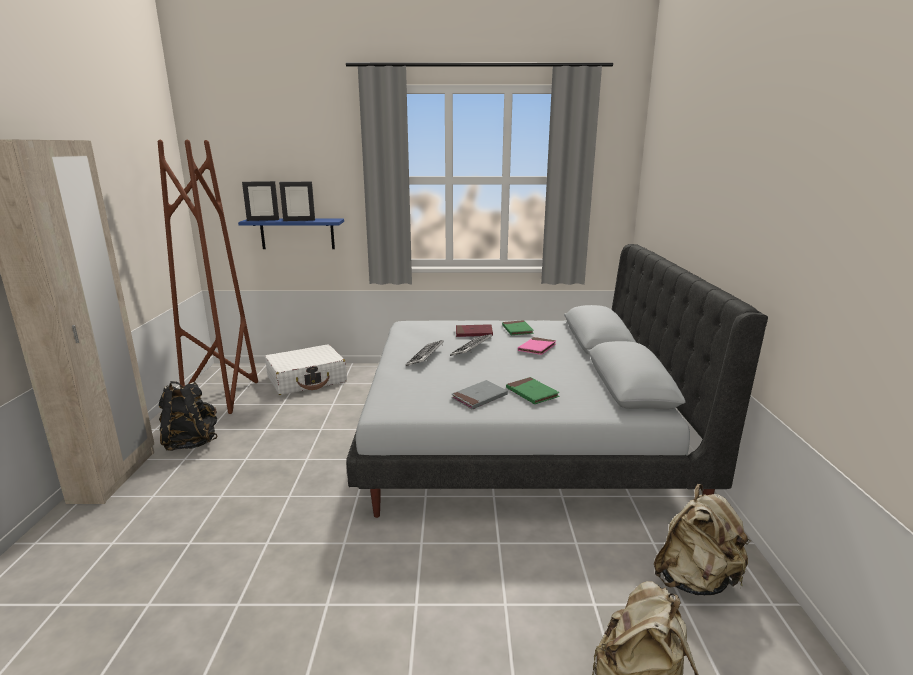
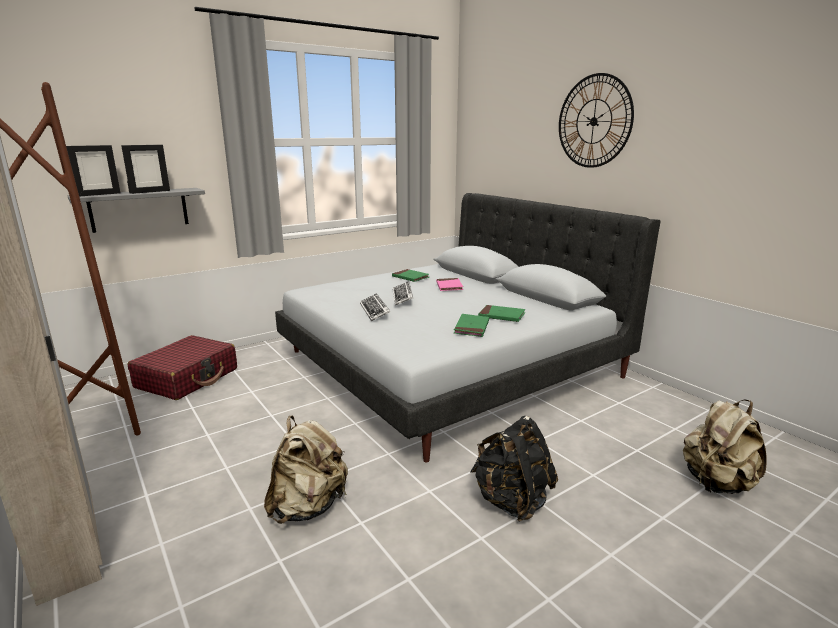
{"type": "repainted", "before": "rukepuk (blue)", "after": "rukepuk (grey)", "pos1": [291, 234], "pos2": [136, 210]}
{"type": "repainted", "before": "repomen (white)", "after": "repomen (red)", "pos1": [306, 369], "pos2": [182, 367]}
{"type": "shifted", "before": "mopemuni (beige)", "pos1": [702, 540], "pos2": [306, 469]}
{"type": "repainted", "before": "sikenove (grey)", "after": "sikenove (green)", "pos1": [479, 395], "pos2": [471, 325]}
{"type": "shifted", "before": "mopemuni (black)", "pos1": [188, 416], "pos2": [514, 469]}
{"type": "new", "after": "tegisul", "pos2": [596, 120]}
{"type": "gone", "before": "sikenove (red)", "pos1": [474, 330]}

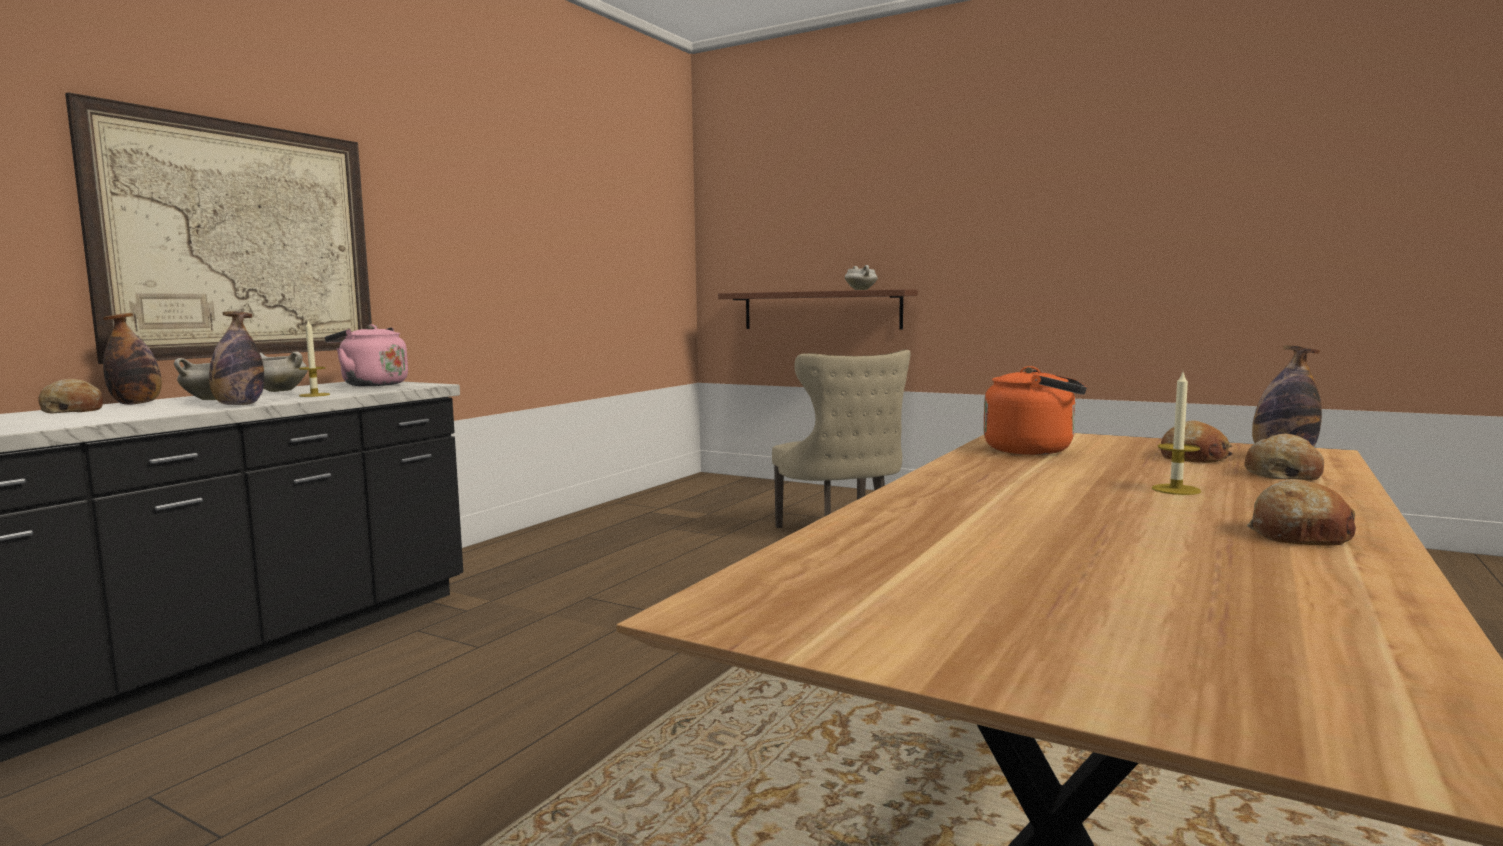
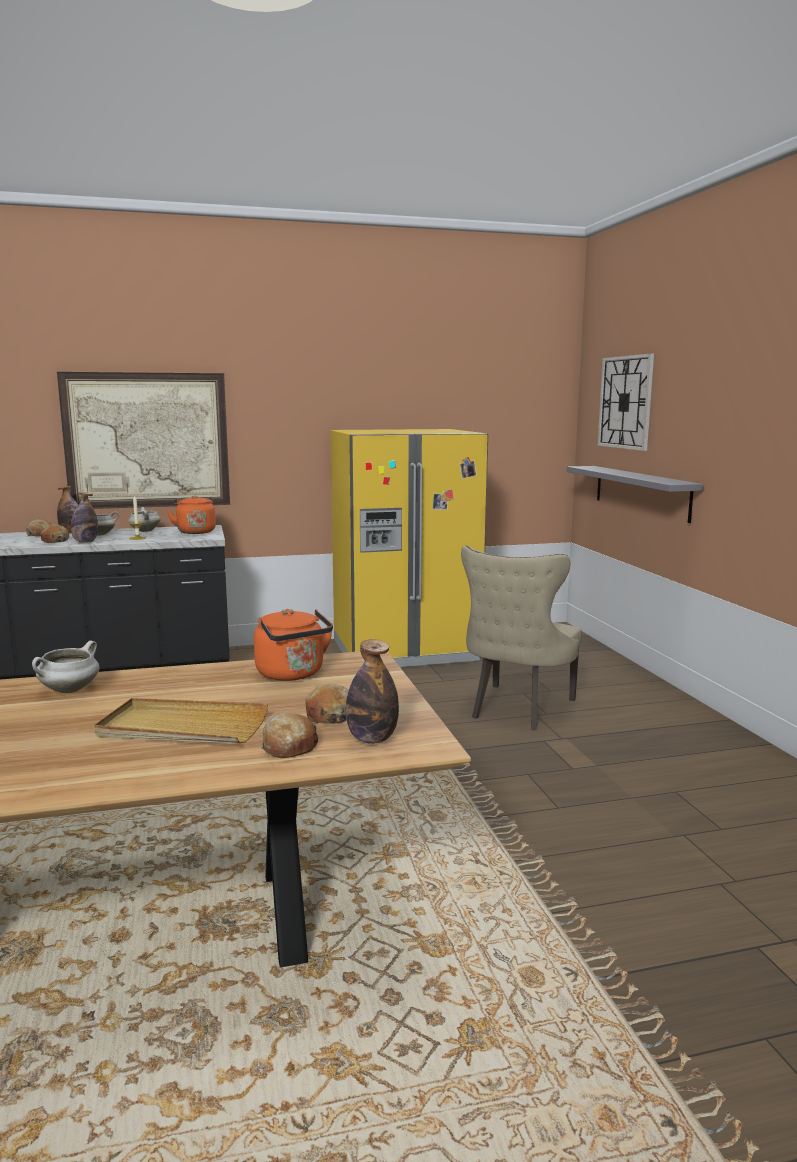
{"type": "shifted", "before": "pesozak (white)", "pos1": [861, 277], "pos2": [66, 667]}
{"type": "shifted", "before": "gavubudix", "pos1": [1301, 512], "pos2": [55, 533]}
{"type": "swapped", "before": "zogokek", "after": "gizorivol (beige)", "pos1": [1176, 433], "pos2": [181, 720]}
{"type": "repainted", "before": "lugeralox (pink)", "after": "lugeralox (orange)", "pos1": [366, 355], "pos2": [191, 514]}
{"type": "new", "after": "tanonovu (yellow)", "pos2": [409, 548]}
{"type": "repainted", "before": "rukepuk (brown)", "after": "rukepuk (grey)", "pos1": [817, 309], "pos2": [635, 494]}
{"type": "new", "after": "tegisul", "pos2": [625, 402]}

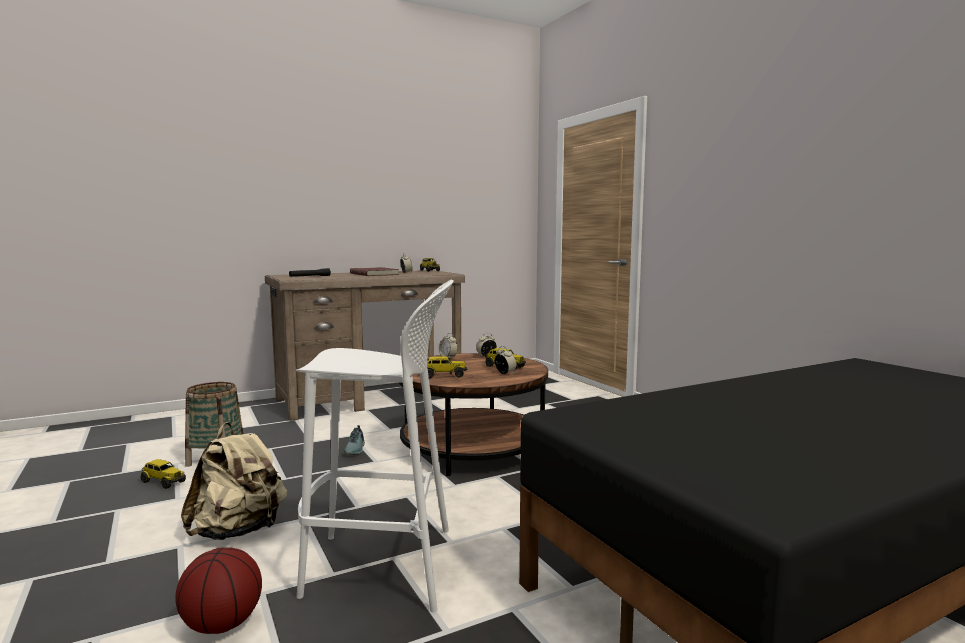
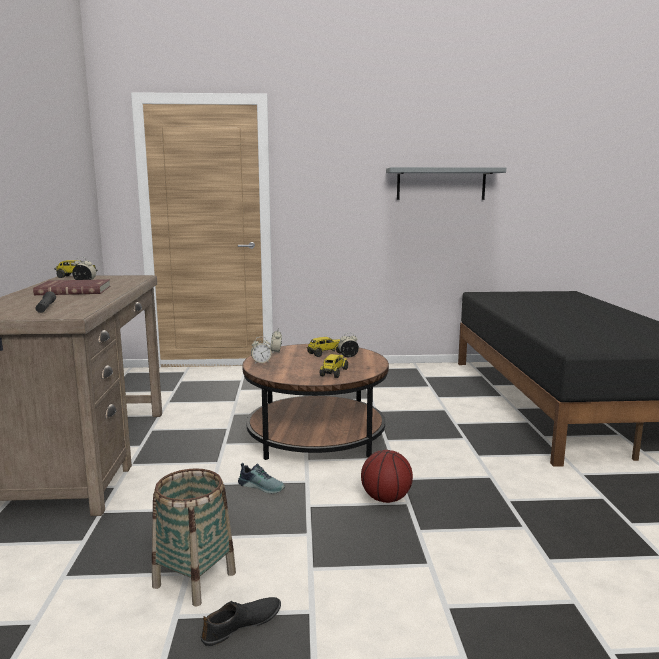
{"type": "swapped", "before": "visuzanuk", "after": "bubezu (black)", "pos1": [163, 474], "pos2": [241, 621]}
{"type": "shifted", "before": "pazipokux", "pos1": [218, 590], "pos2": [387, 476]}
{"type": "new", "after": "rukepuk (grey)", "pos2": [446, 183]}
{"type": "gone", "before": "mopemuni (beige)", "pos1": [234, 481]}
{"type": "gone", "before": "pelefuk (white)", "pos1": [375, 446]}

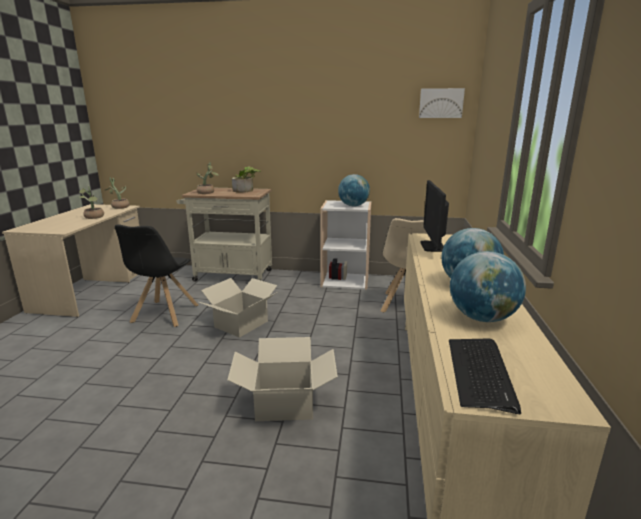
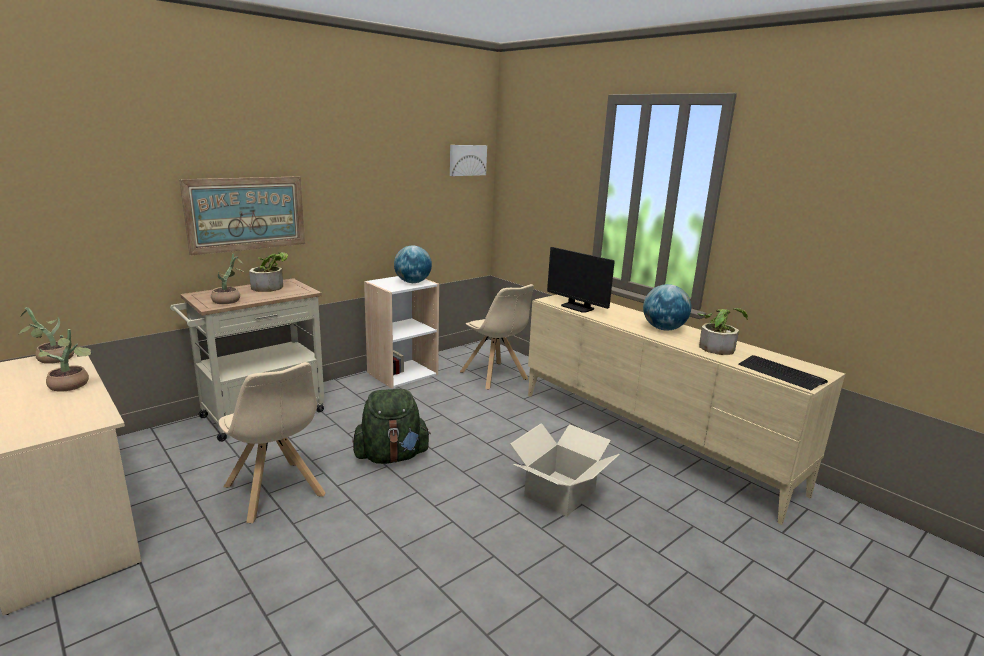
{"type": "new", "after": "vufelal", "pos2": [242, 216]}
{"type": "repainted", "before": "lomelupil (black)", "after": "lomelupil (beige)", "pos1": [156, 275], "pos2": [272, 443]}
{"type": "swapped", "before": "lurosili", "after": "mopemuni (green)", "pos1": [238, 308], "pos2": [391, 426]}
{"type": "swapped", "before": "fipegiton", "after": "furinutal", "pos1": [488, 286], "pos2": [722, 331]}

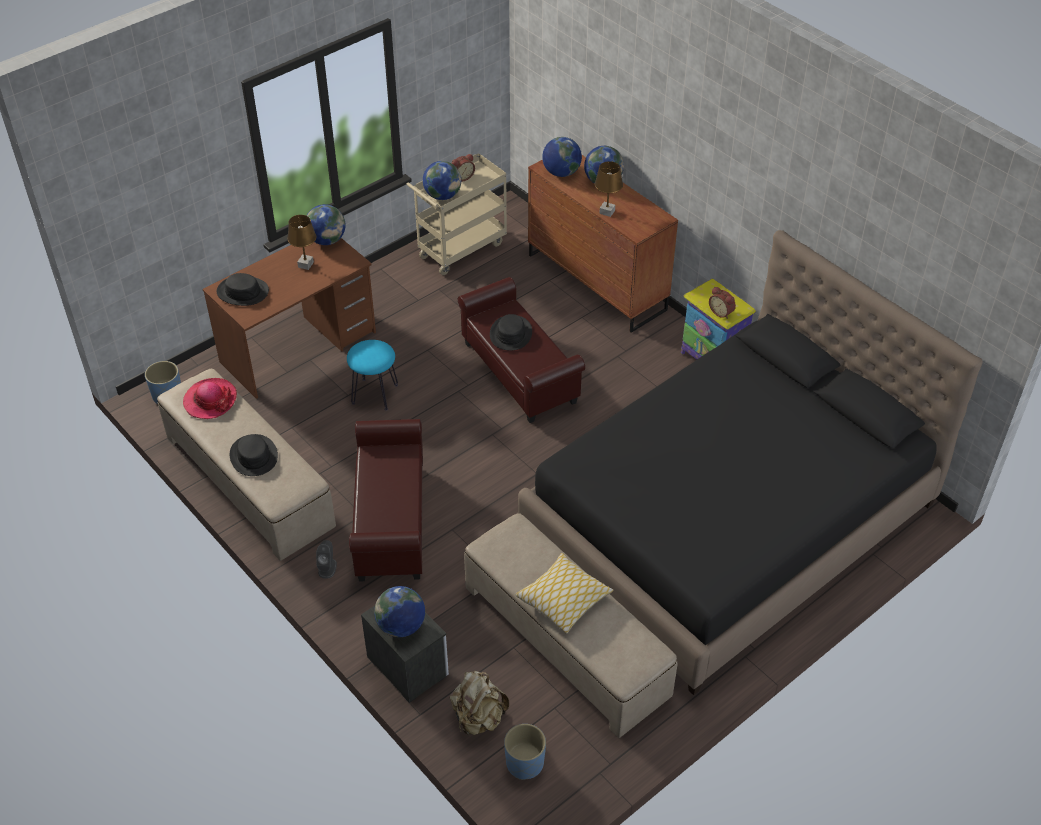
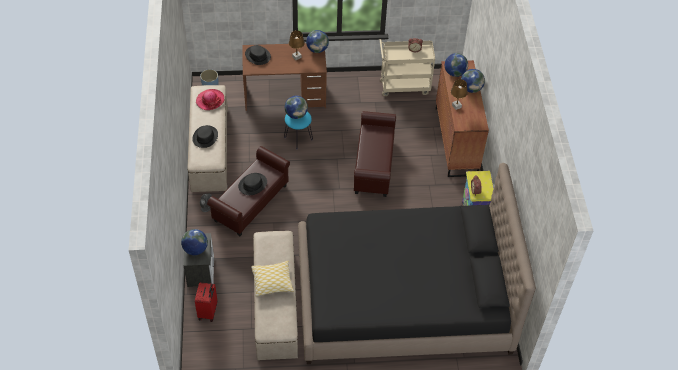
{"type": "swapped", "before": "mopemuni (beige)", "after": "repomen (red)", "pos1": [479, 703], "pos2": [206, 302]}
{"type": "shifted", "before": "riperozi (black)", "pos1": [511, 332], "pos2": [252, 184]}
{"type": "shifted", "before": "fipegiton", "pos1": [442, 180], "pos2": [296, 107]}
{"type": "gone", "before": "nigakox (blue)", "pos1": [525, 752]}

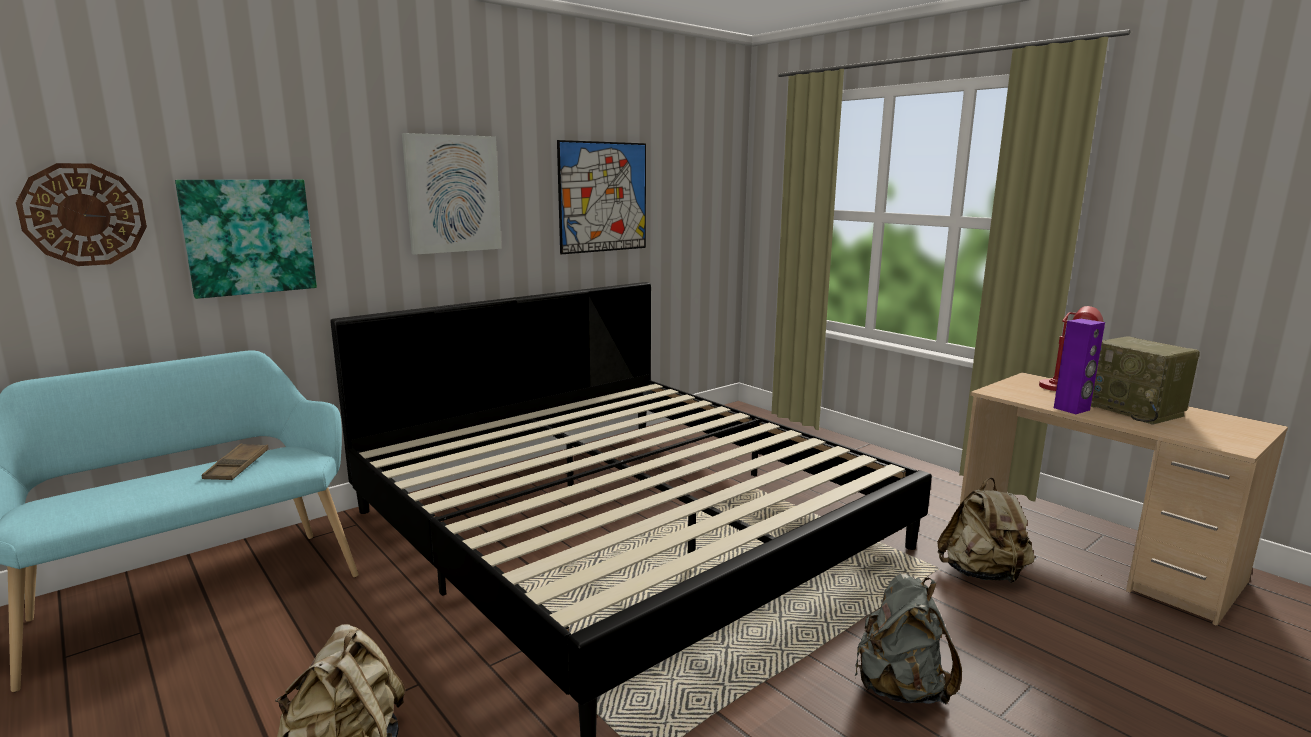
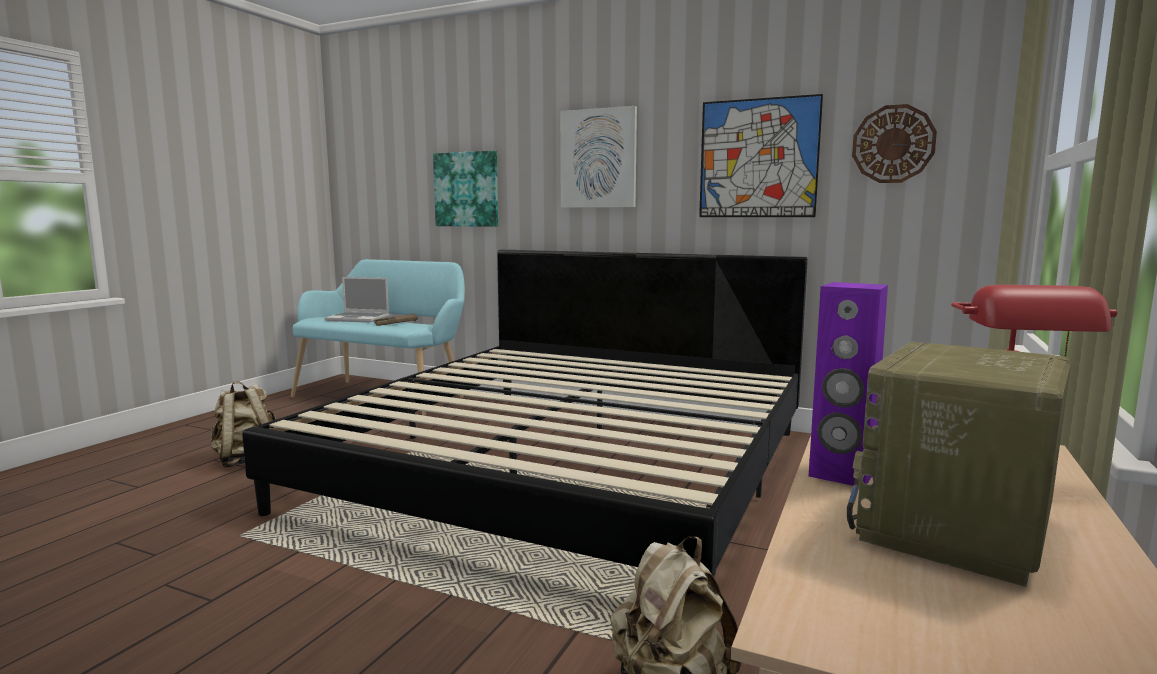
{"type": "new", "after": "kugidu", "pos2": [357, 300]}
{"type": "shifted", "before": "tegisul", "pos1": [81, 214], "pos2": [894, 143]}
{"type": "gone", "before": "mopemuni (grey)", "pos1": [908, 639]}

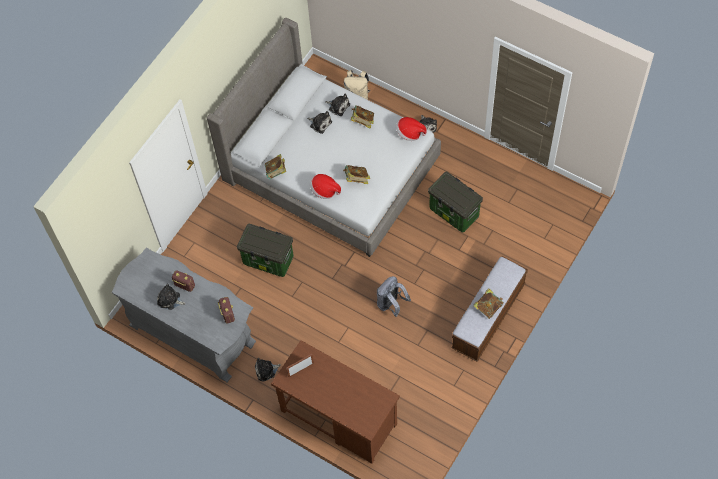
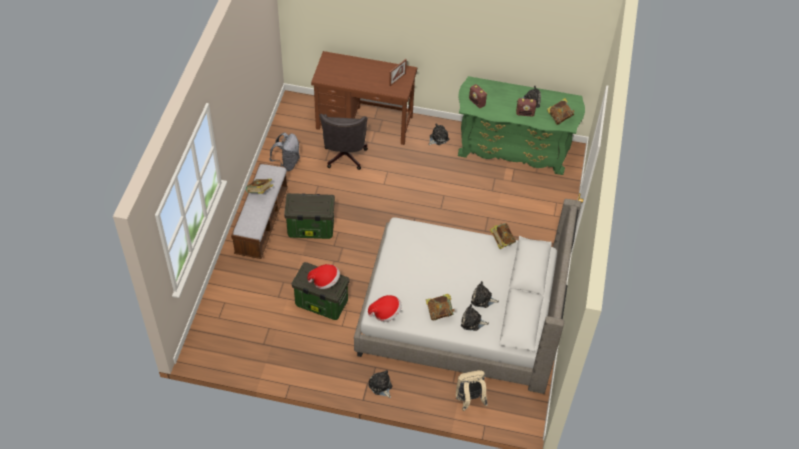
{"type": "shifted", "before": "mopemuni (grey)", "pos1": [394, 296], "pos2": [284, 151]}
{"type": "shifted", "before": "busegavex", "pos1": [265, 250], "pos2": [309, 216]}
{"type": "shifted", "before": "riperozi", "pos1": [325, 186], "pos2": [323, 276]}
{"type": "new", "after": "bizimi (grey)", "pos2": [344, 142]}
{"type": "repainted", "before": "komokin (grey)", "after": "komokin (green)", "pos1": [184, 315], "pos2": [521, 125]}
{"type": "shifted", "before": "sikenove", "pos1": [356, 174], "pos2": [561, 111]}

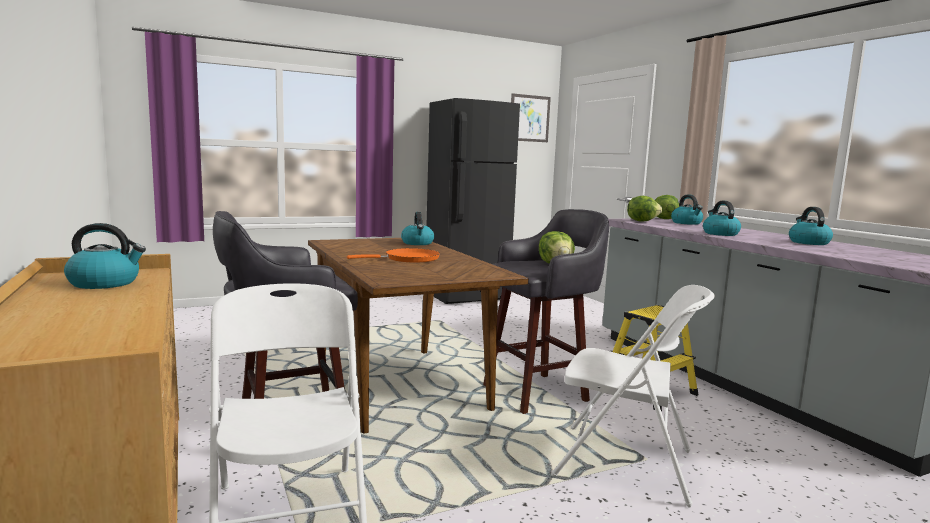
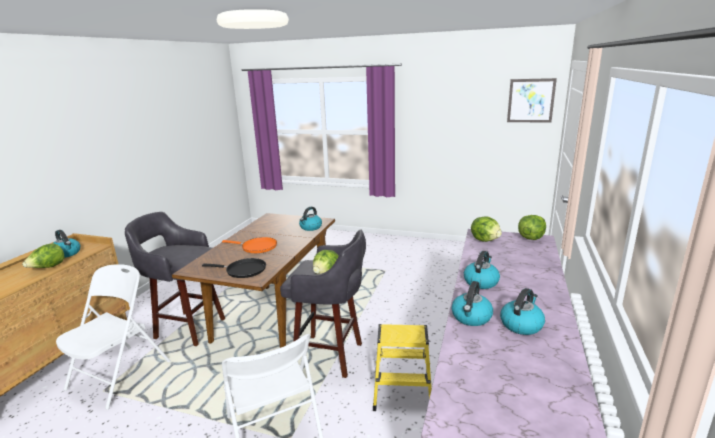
{"type": "new", "after": "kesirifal", "pos2": [43, 255]}
{"type": "new", "after": "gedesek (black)", "pos2": [234, 268]}
{"type": "shifted", "before": "lugeralox", "pos1": [687, 210], "pos2": [472, 303]}
{"type": "gone", "before": "tanonovu (black)", "pos1": [473, 201]}

